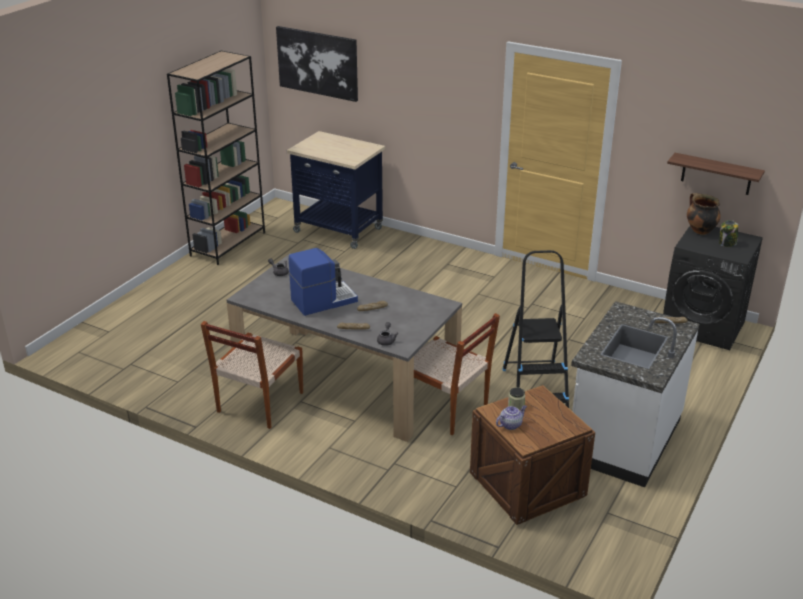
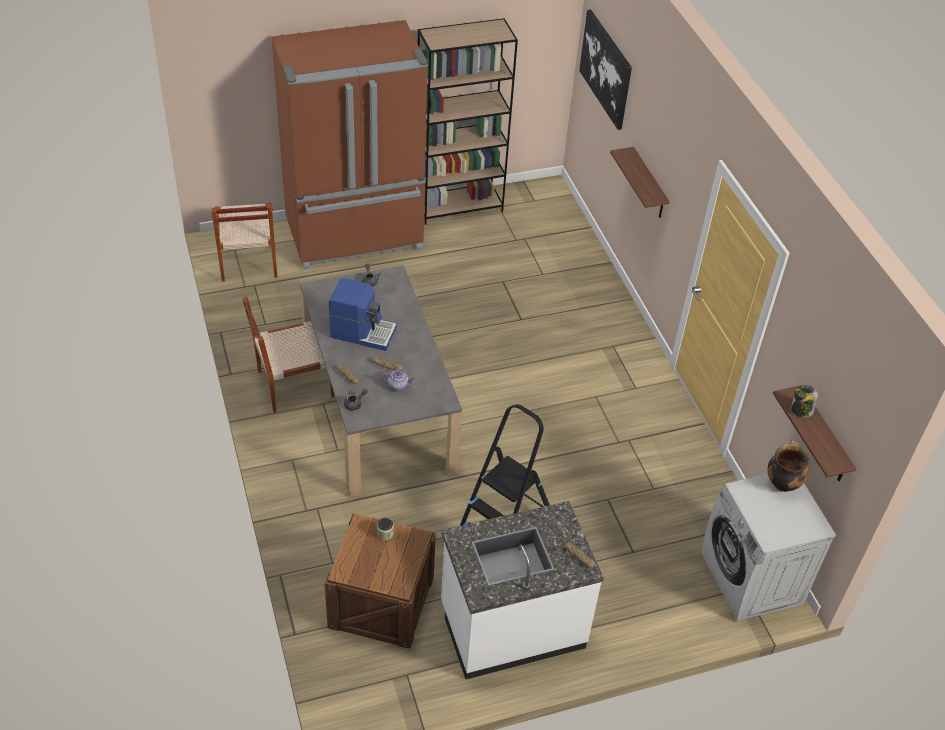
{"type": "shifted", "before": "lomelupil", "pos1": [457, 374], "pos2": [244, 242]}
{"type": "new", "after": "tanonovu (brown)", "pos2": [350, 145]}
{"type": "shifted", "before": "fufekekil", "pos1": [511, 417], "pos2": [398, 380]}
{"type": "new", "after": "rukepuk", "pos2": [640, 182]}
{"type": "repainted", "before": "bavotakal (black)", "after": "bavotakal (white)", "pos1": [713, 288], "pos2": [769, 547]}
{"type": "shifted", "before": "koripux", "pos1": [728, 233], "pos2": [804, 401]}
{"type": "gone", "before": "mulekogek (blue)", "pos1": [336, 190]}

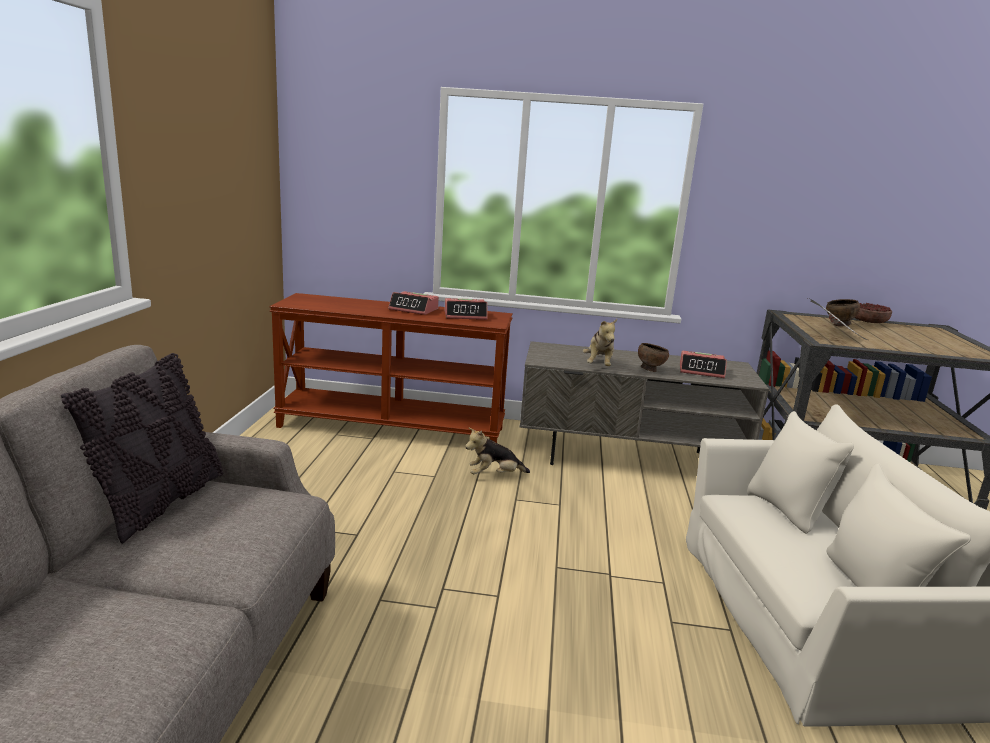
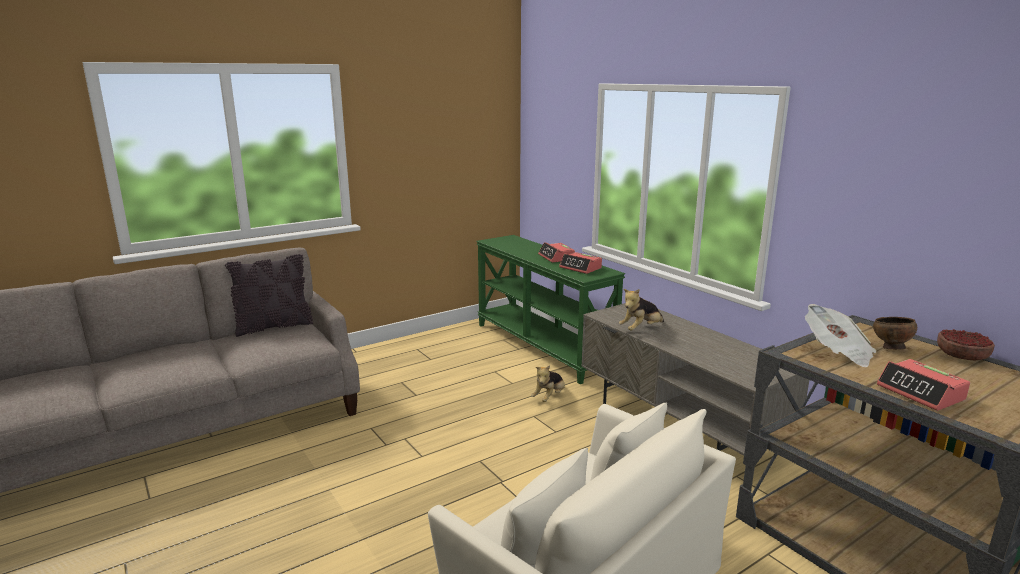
{"type": "repainted", "before": "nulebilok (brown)", "after": "nulebilok (green)", "pos1": [391, 368], "pos2": [550, 309]}
{"type": "rotated", "before": "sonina", "pos1": [497, 451], "pos2": [548, 383], "turn": -90}
{"type": "shifted", "before": "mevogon", "pos1": [703, 364], "pos2": [923, 385]}
{"type": "gone", "before": "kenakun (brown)", "pos1": [653, 357]}

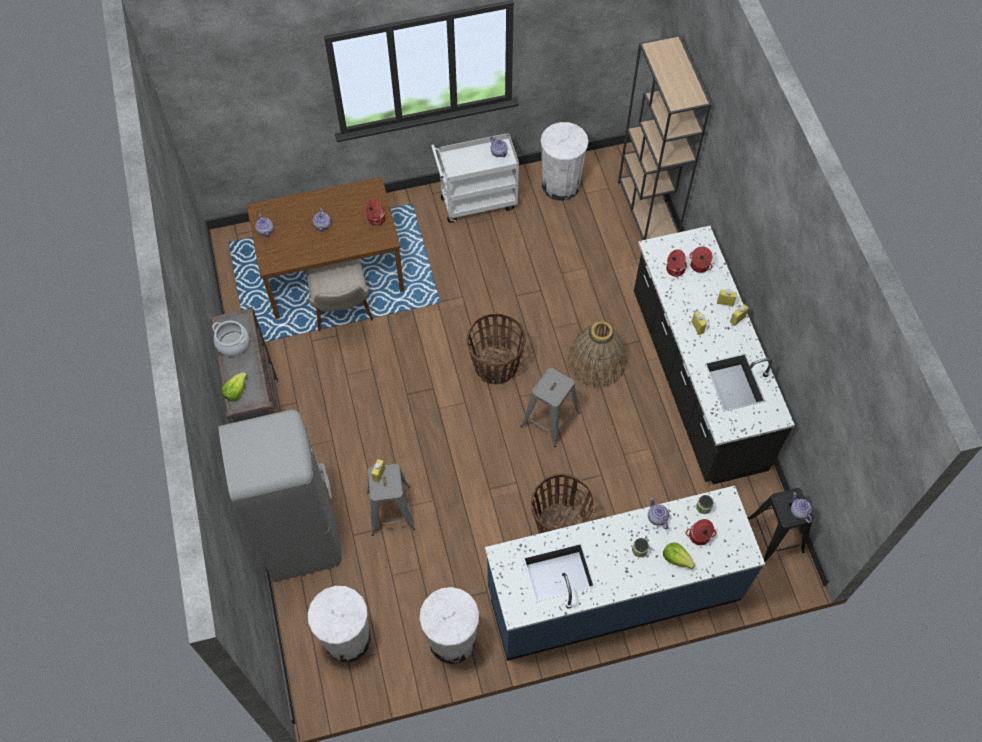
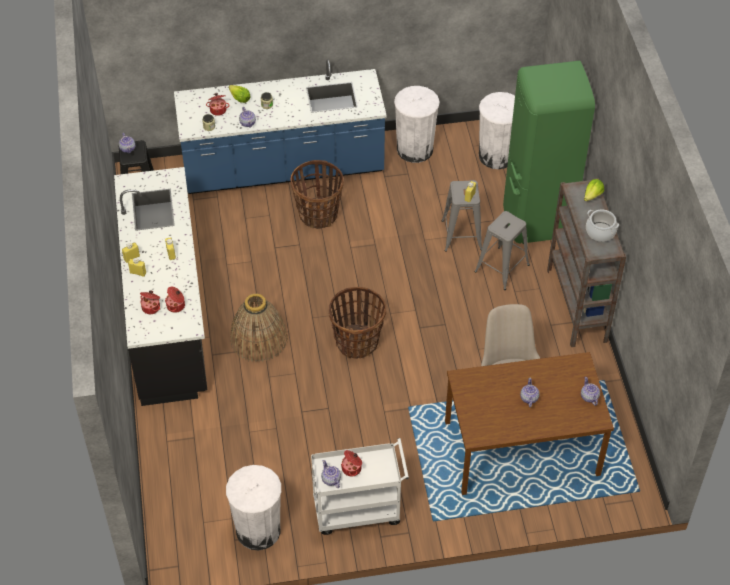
{"type": "shifted", "before": "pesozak", "pos1": [376, 212], "pos2": [351, 463]}
{"type": "shifted", "before": "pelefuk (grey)", "pos1": [550, 407], "pos2": [502, 250]}
{"type": "repainted", "before": "tanonovu (grey)", "after": "tanonovu (green)", "pos1": [280, 495], "pos2": [549, 152]}
{"type": "gone", "before": "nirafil", "pos1": [664, 137]}

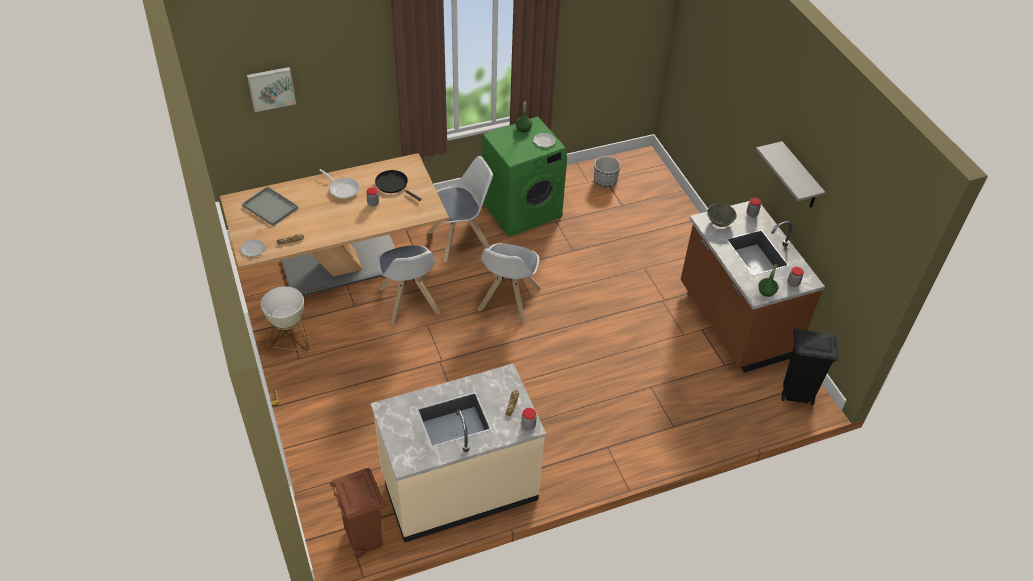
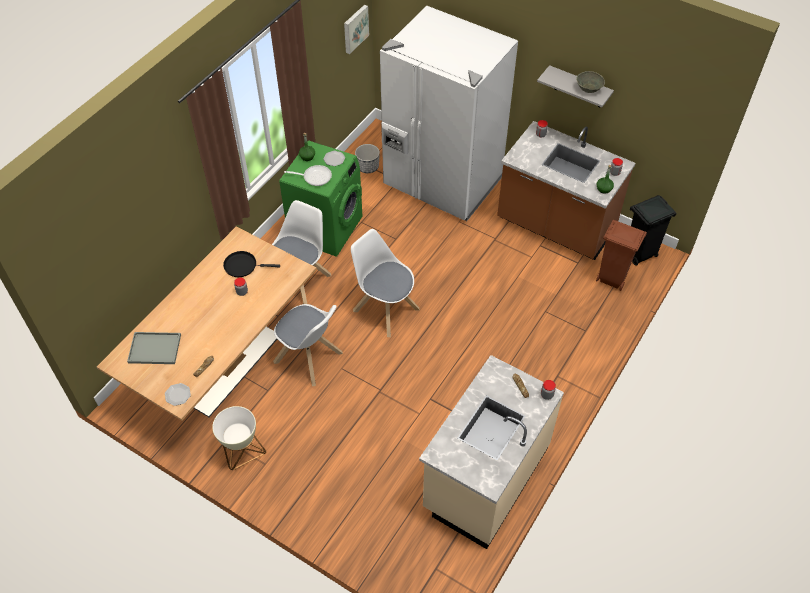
{"type": "shifted", "before": "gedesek", "pos1": [339, 184], "pos2": [308, 175]}
{"type": "shifted", "before": "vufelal", "pos1": [271, 89], "pos2": [356, 29]}
{"type": "rotated", "before": "lomelupil", "pos1": [509, 283], "pos2": [385, 283], "turn": 150}
{"type": "new", "after": "tanonovu (white)", "pos2": [449, 113]}
{"type": "shifted", "before": "kenakun (grey)", "pos1": [722, 215], "pos2": [590, 82]}
{"type": "shifted", "before": "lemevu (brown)", "pos1": [358, 513], "pos2": [621, 255]}

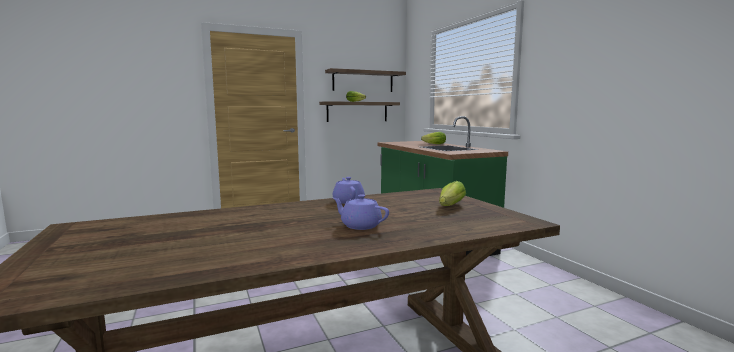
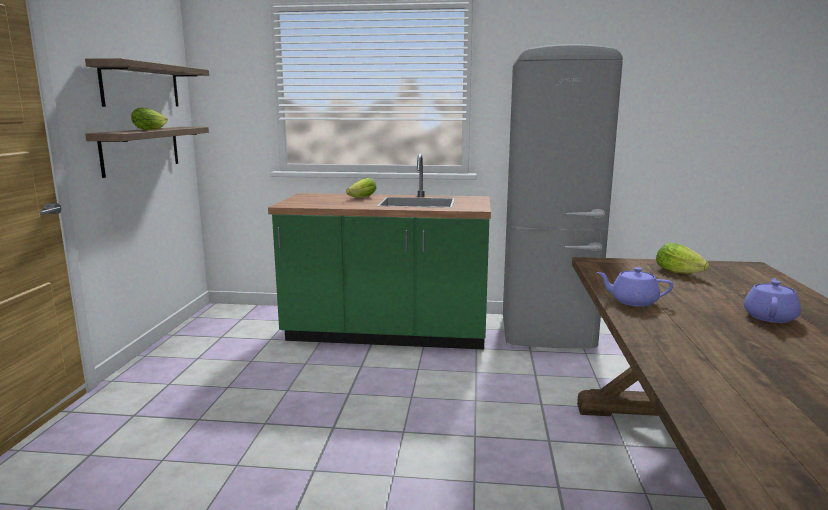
{"type": "new", "after": "tanonovu (grey)", "pos2": [563, 196]}
{"type": "rotated", "before": "fufekekil (purple)", "pos1": [361, 212], "pos2": [772, 300], "turn": 150}

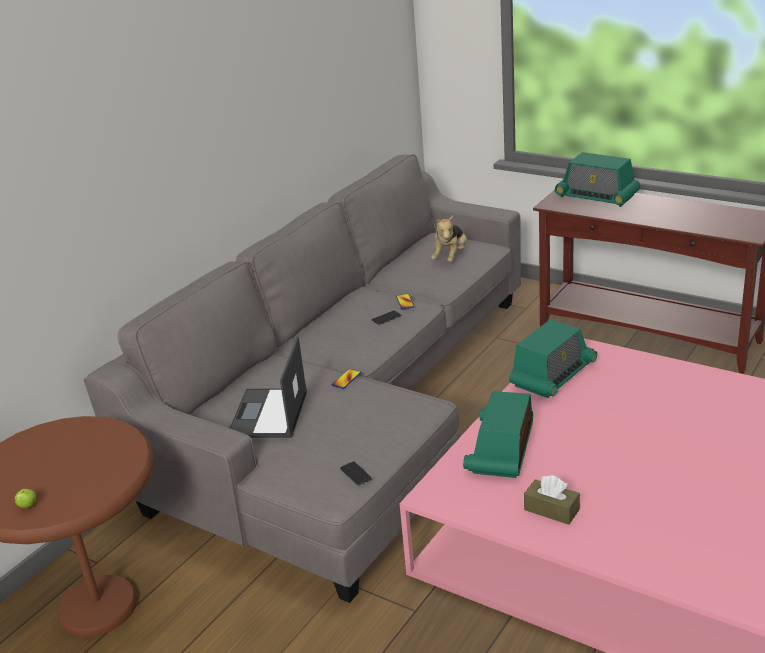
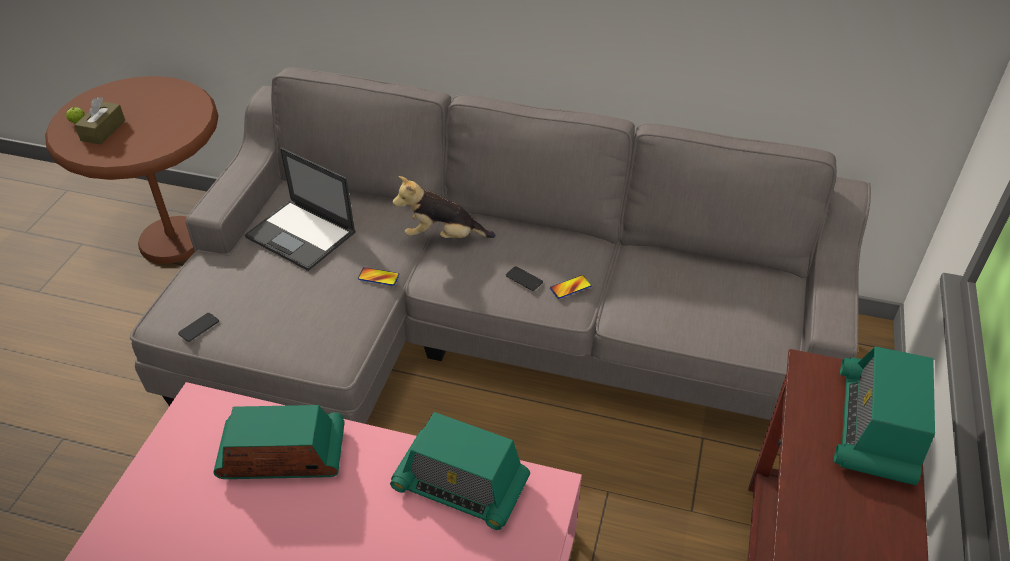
{"type": "shifted", "before": "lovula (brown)", "pos1": [552, 500], "pos2": [100, 121]}
{"type": "rotated", "before": "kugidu", "pos1": [268, 387], "pos2": [300, 209], "turn": -135}
{"type": "shifted", "before": "sonina", "pos1": [449, 239], "pos2": [444, 207]}

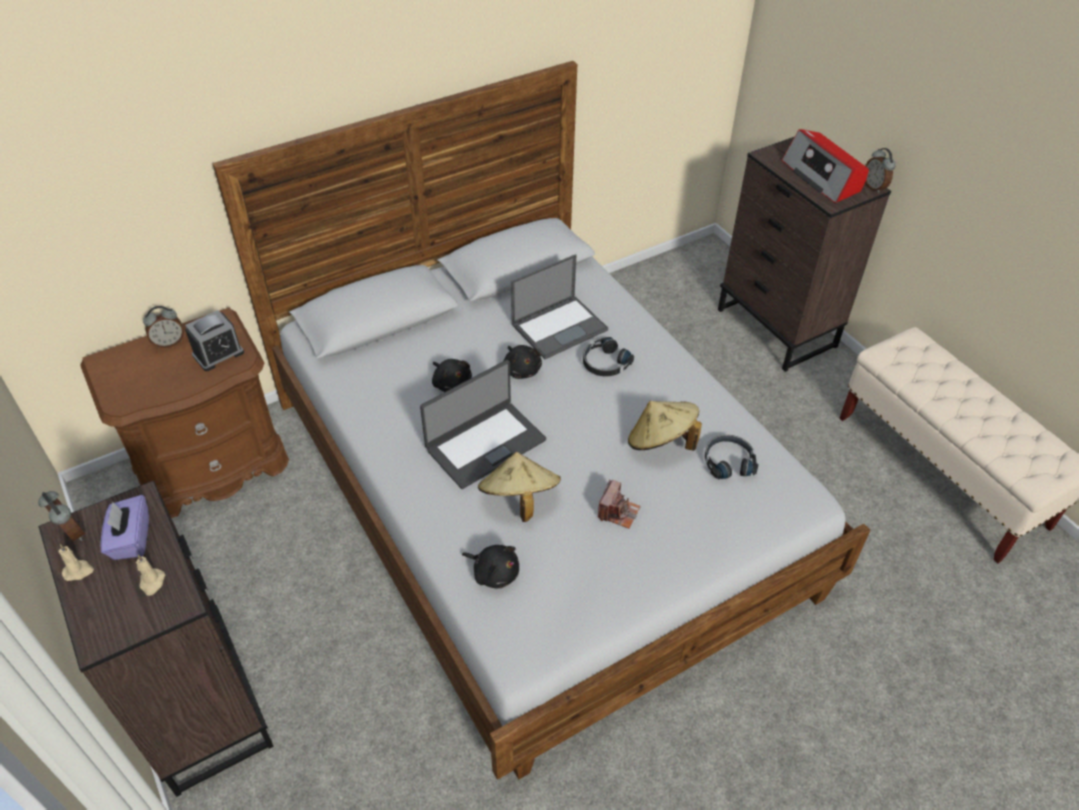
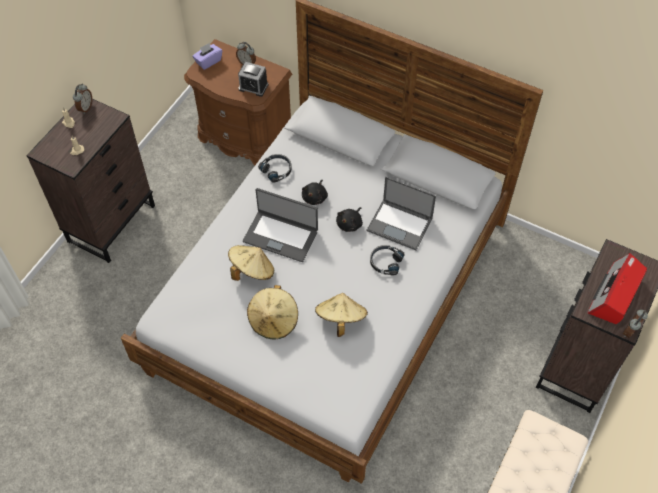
{"type": "shifted", "before": "lovula (purple)", "pos1": [124, 527], "pos2": [207, 56]}
{"type": "swapped", "before": "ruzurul", "after": "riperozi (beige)", "pos1": [619, 504], "pos2": [272, 312]}
{"type": "shifted", "before": "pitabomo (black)", "pos1": [731, 457], "pos2": [275, 168]}
{"type": "gone", "before": "sonina (black)", "pos1": [490, 566]}

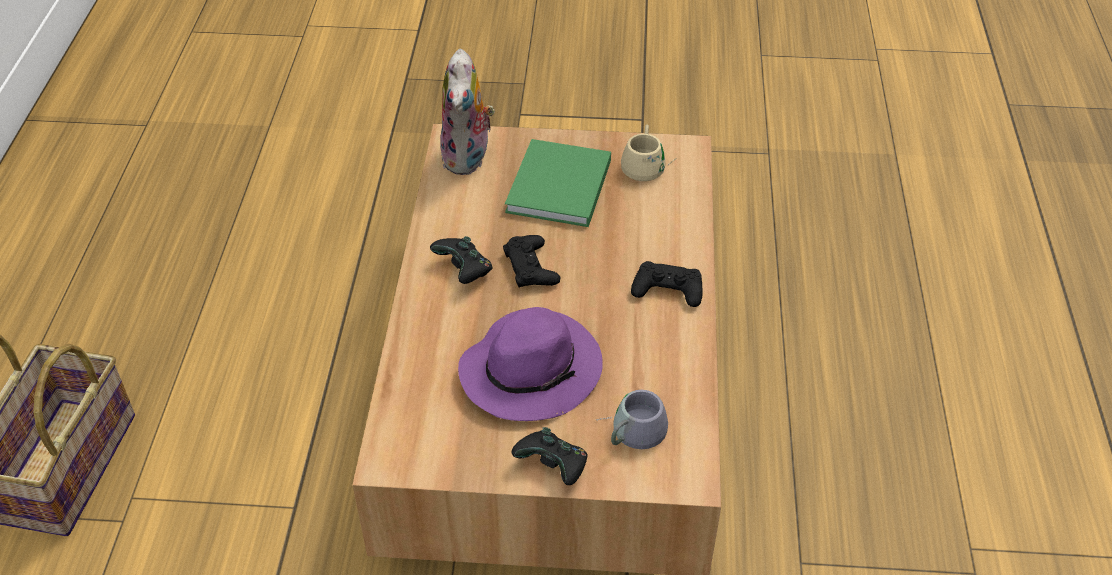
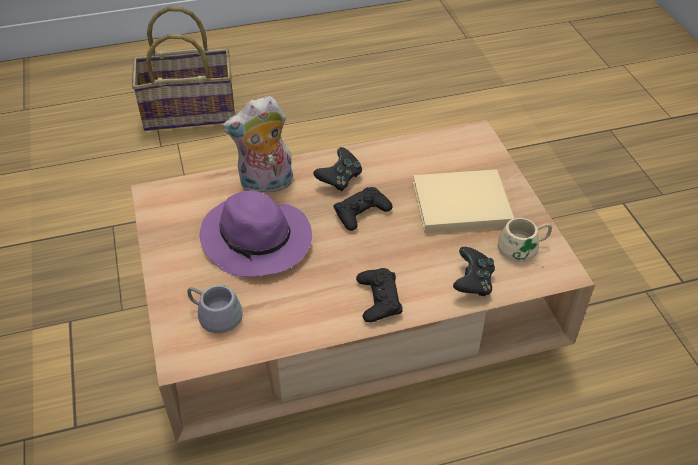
{"type": "shifted", "before": "sonina", "pos1": [467, 112], "pos2": [257, 145]}
{"type": "repainted", "before": "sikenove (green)", "after": "sikenove (beige)", "pos1": [558, 183], "pos2": [463, 201]}
{"type": "shifted", "before": "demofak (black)", "pos1": [550, 456], "pos2": [474, 271]}

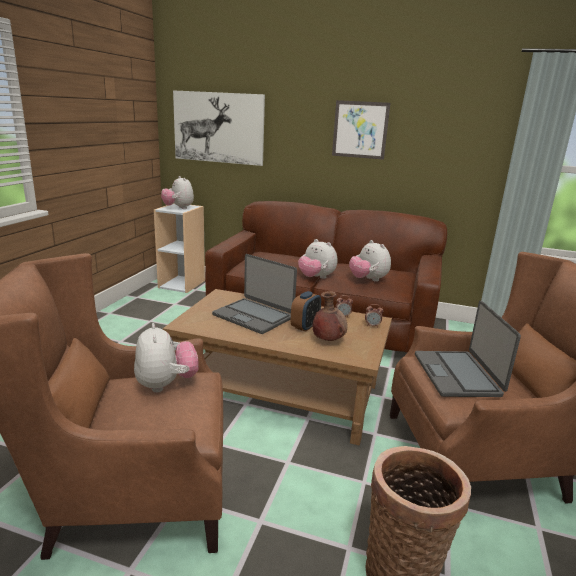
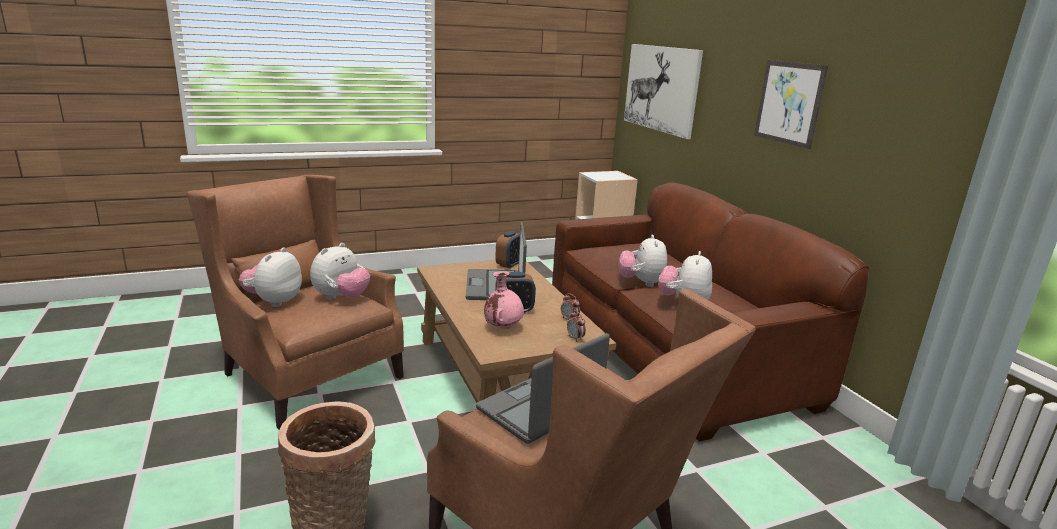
{"type": "shifted", "before": "sonina", "pos1": [177, 192], "pos2": [270, 277]}
{"type": "repainted", "before": "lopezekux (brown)", "after": "lopezekux (pink)", "pos1": [330, 316], "pos2": [504, 300]}
{"type": "new", "after": "mevogon", "pos2": [507, 249]}

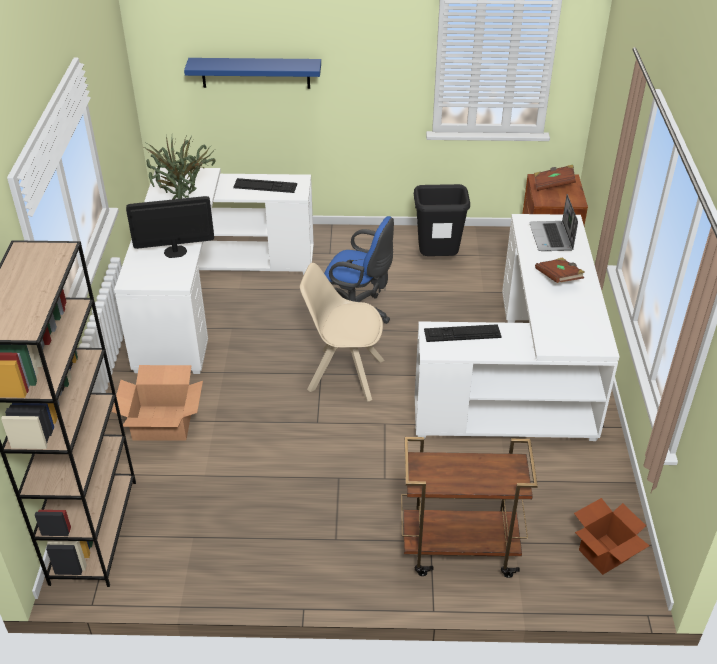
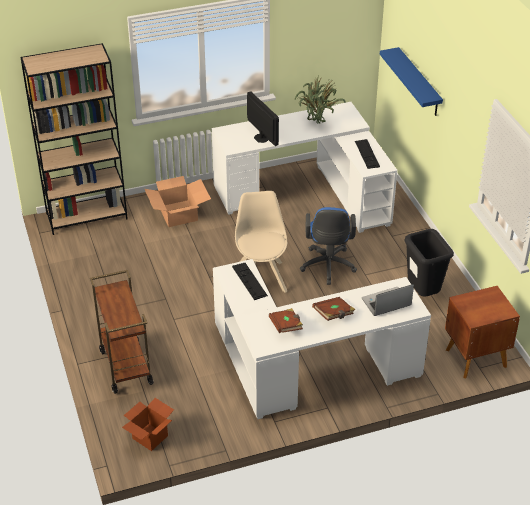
{"type": "shifted", "before": "sikenove (brown)", "pos1": [555, 177], "pos2": [286, 320]}

